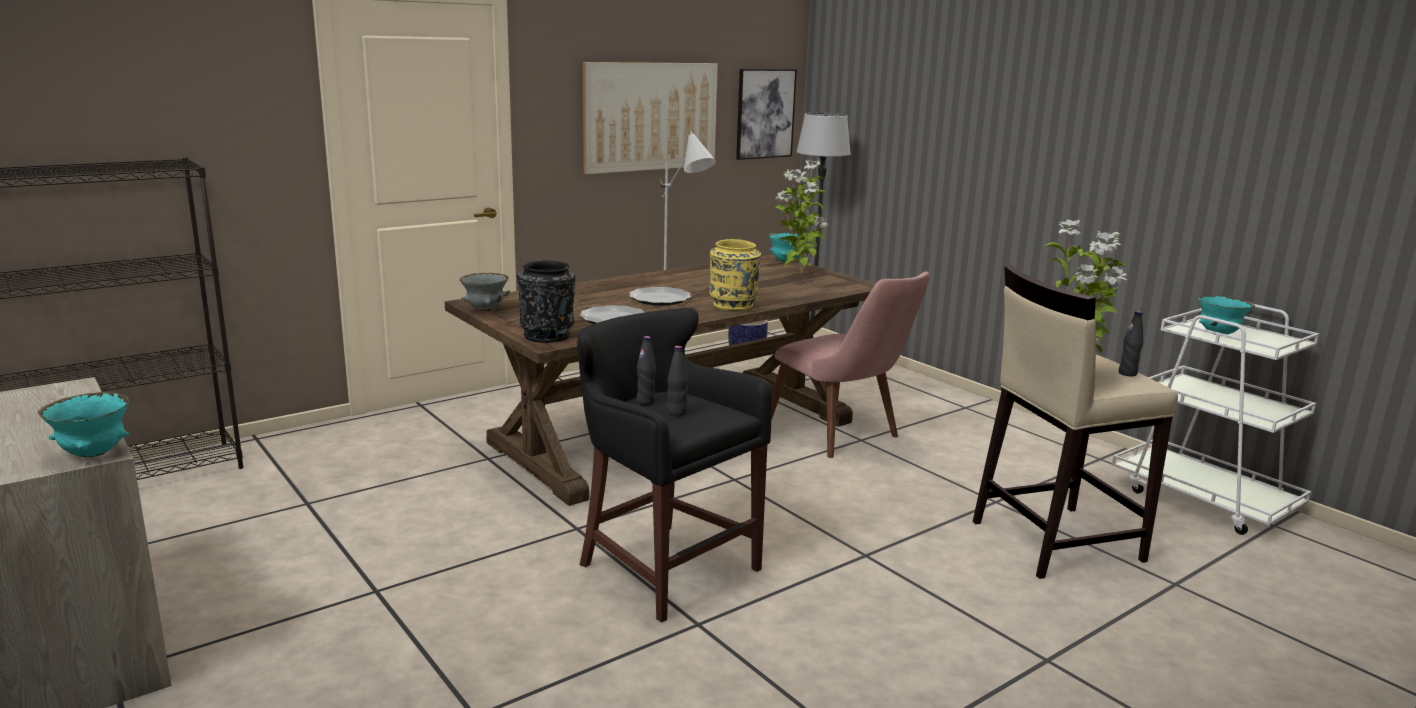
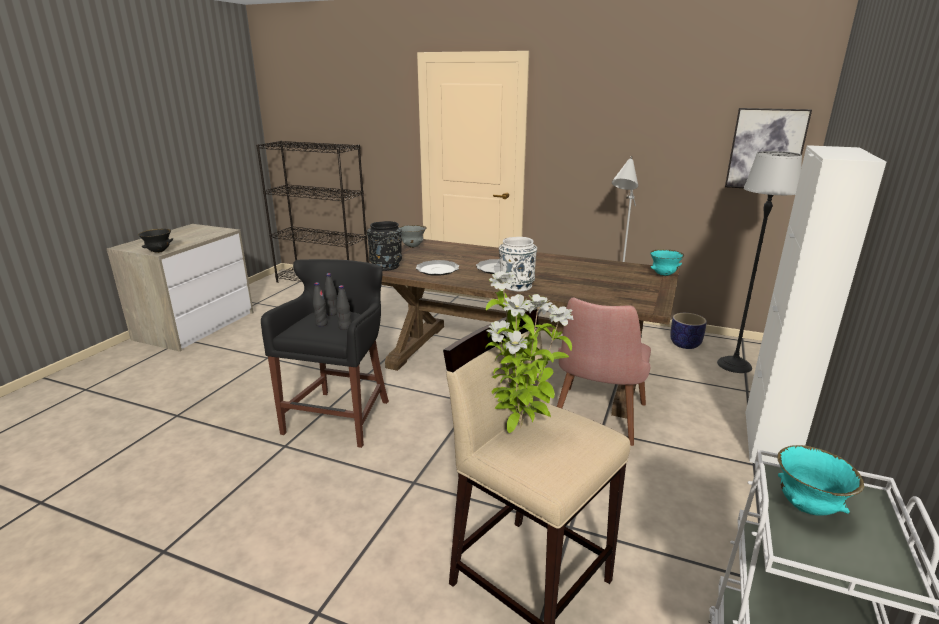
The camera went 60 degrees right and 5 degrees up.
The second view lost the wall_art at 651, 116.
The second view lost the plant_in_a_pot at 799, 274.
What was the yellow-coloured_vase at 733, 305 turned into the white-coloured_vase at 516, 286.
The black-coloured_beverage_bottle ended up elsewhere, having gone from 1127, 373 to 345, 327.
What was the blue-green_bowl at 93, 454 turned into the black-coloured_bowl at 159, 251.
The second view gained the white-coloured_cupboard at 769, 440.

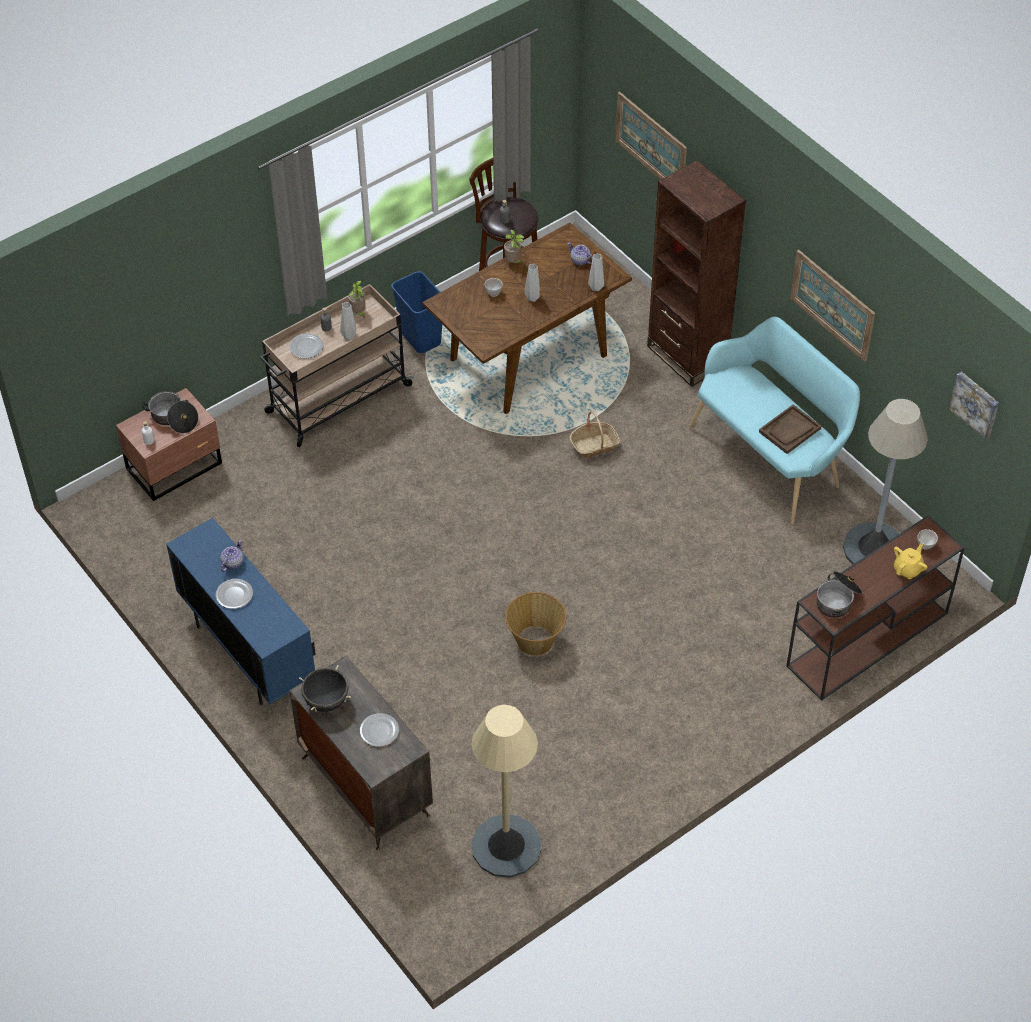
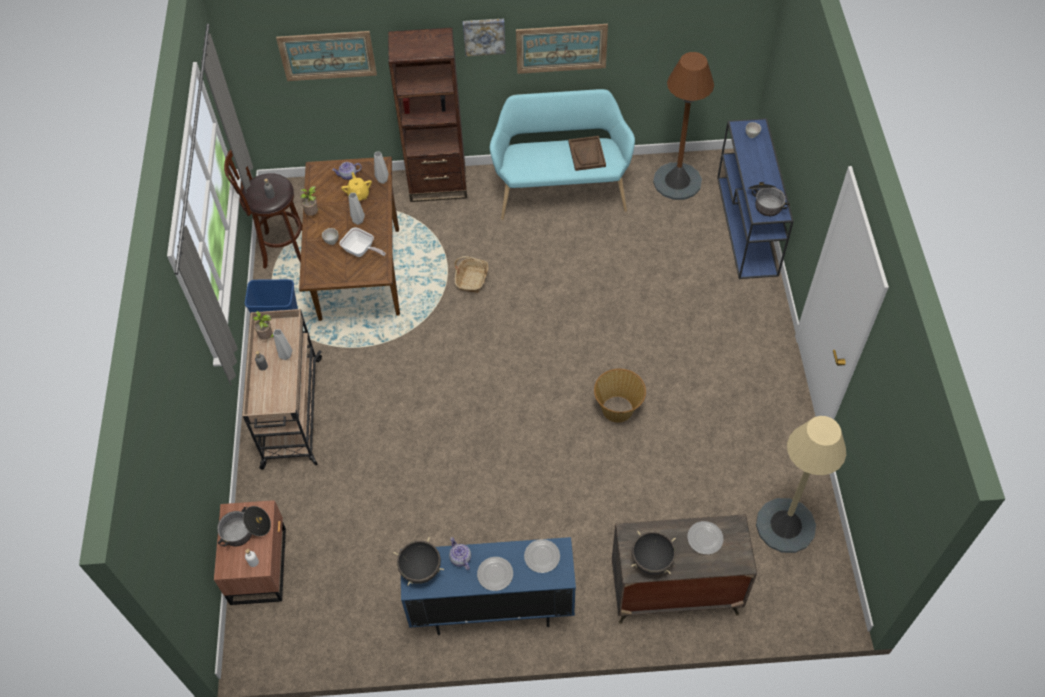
The camera went 55 degrees left and 5 degrees up.
The plate ended up elsewhere, having gone from 306, 347 to 542, 556.
The wall_art ended up elsewhere, having gone from 975, 404 to 484, 36.
What was the grey_standing_lamp at 874, 548 turned into the brown_standing_lamp at 677, 181.
What was the brown_hall_table at 866, 641 turned into the blue-coloured_hall_table at 747, 227.
The yellow-coloured_tea_pot ended up elsewhere, having gone from 908, 569 to 358, 195.
The second view gained the frying_pan at 361, 251.
The second view gained the black-coloured_stockpot at 420, 570.

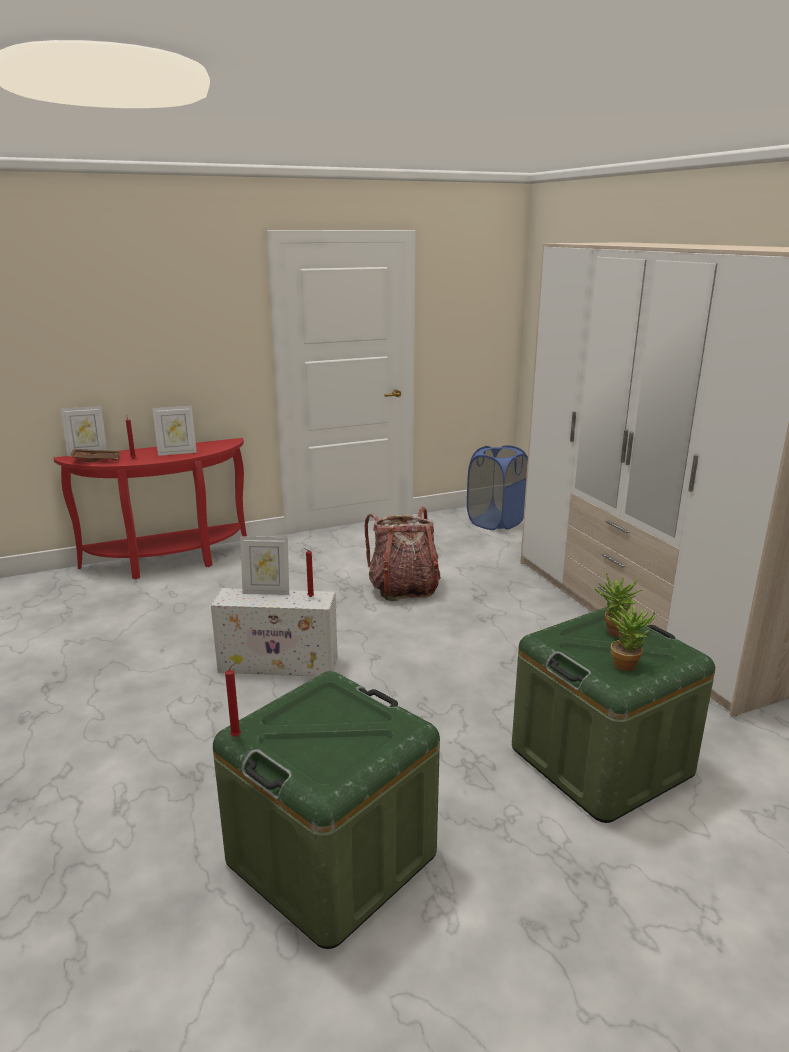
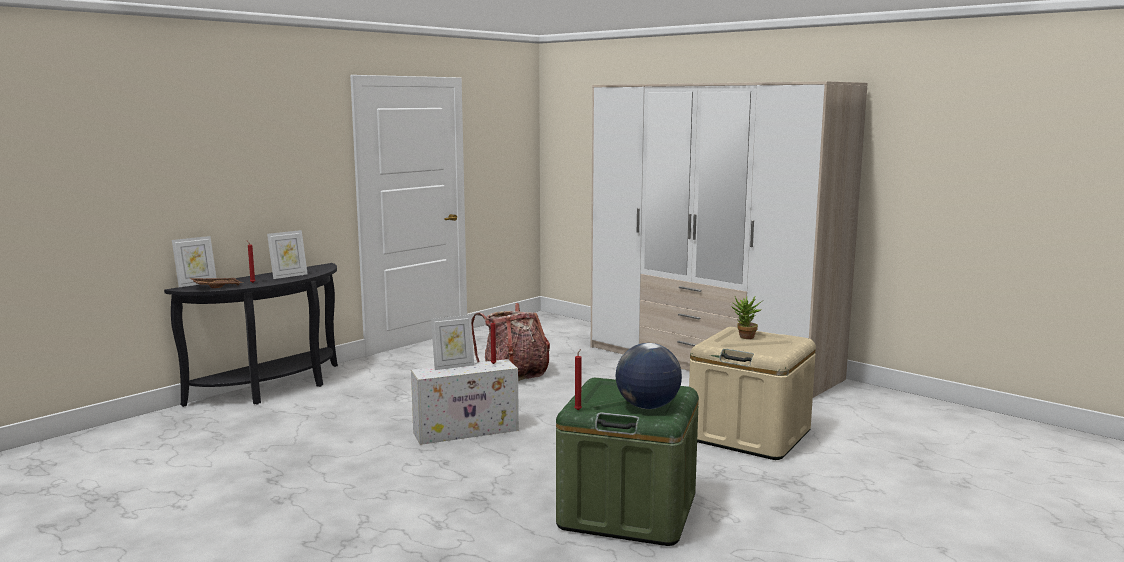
The camera went 25 degrees left and 10 degrees down.
What was the red-coloured_hall_table at 168, 562 turned into the black-coloured_hall_table at 274, 389.
The second view lost the blue-coloured_washing_basket at 496, 521.
The second view lost the plant_in_a_pot at 626, 663.
What was the greenish_storage_container at 600, 761 turned into the beige-coloured_storage_container at 749, 435.
The second view gained the desk_globe at 647, 406.

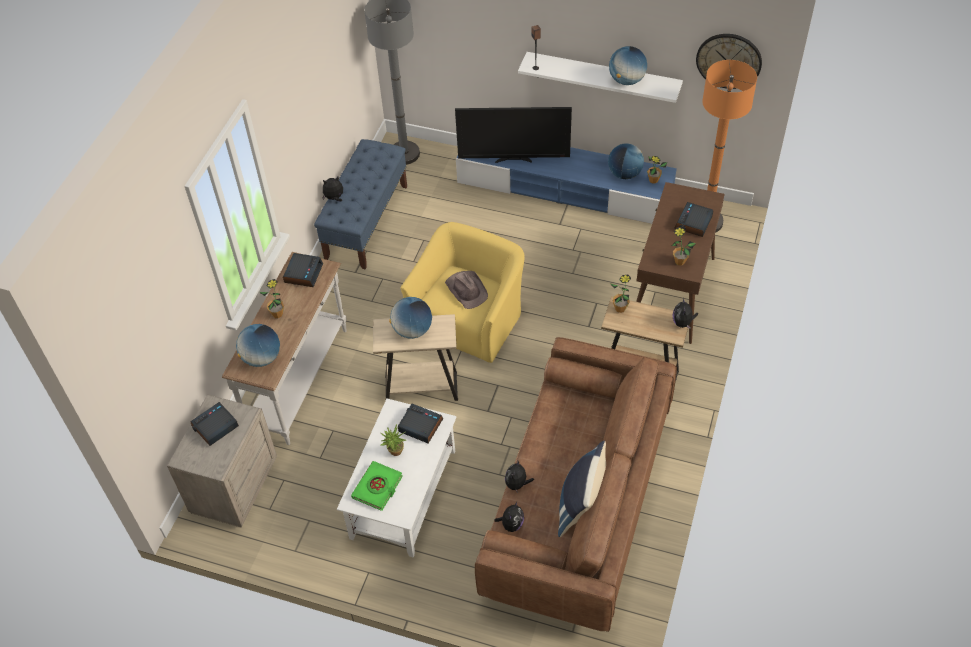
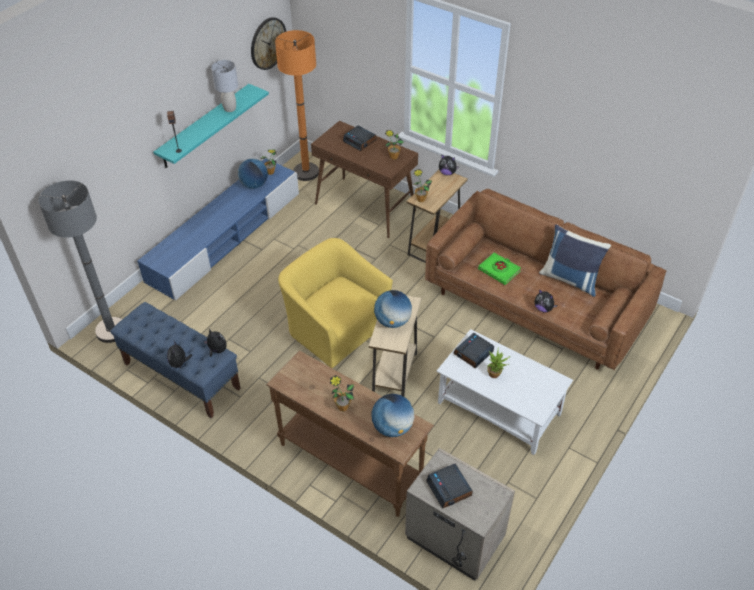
The camera went 75 degrees left and 5 degrees down.
Where the desk_globe stood at 626, 80, the grey_tabletop_lamp came to stand at 230, 108.
What was the white-coloured_bracket_shelf at 602, 77 turned into the blue-green_bracket_shelf at 205, 126.
The second view lost the television at 514, 159.
What was the white-coloured_hall_table at 300, 380 turned into the brown_hall_table at 351, 463.
The second view lost the alarm_clock at 303, 273.
The second view lost the brown_hat at 467, 290.
The greenish_book ended up elsewhere, having gone from 378, 487 to 499, 270.
The cuddly_toy ended up elsewhere, having gone from 511, 524 to 217, 350.

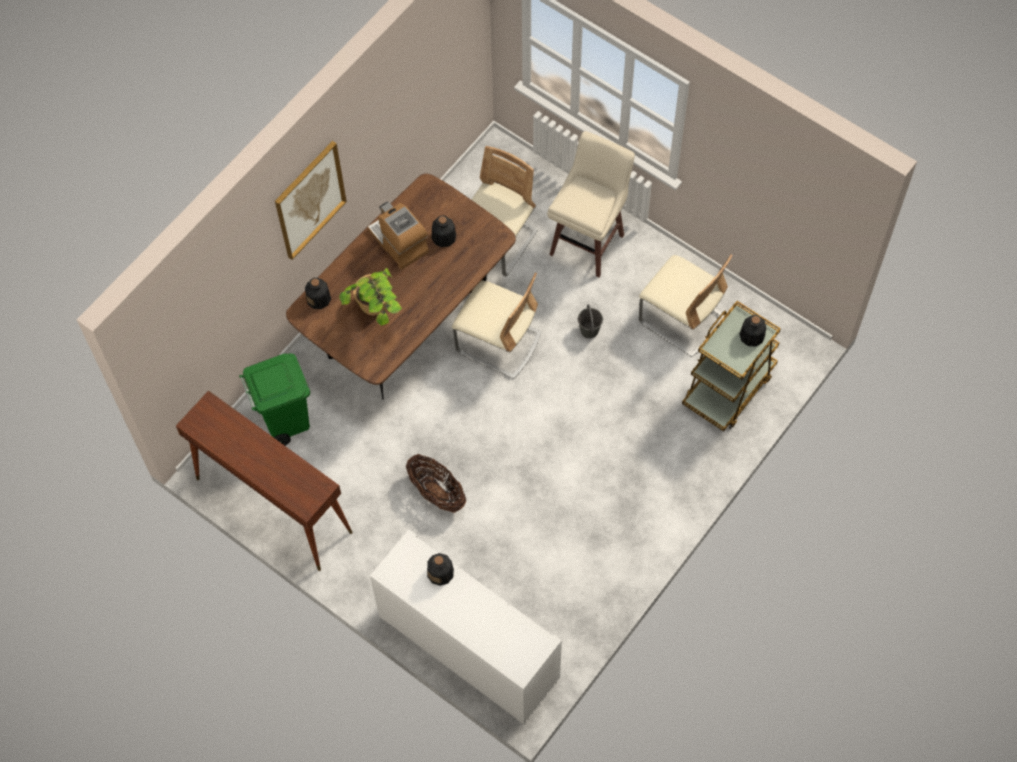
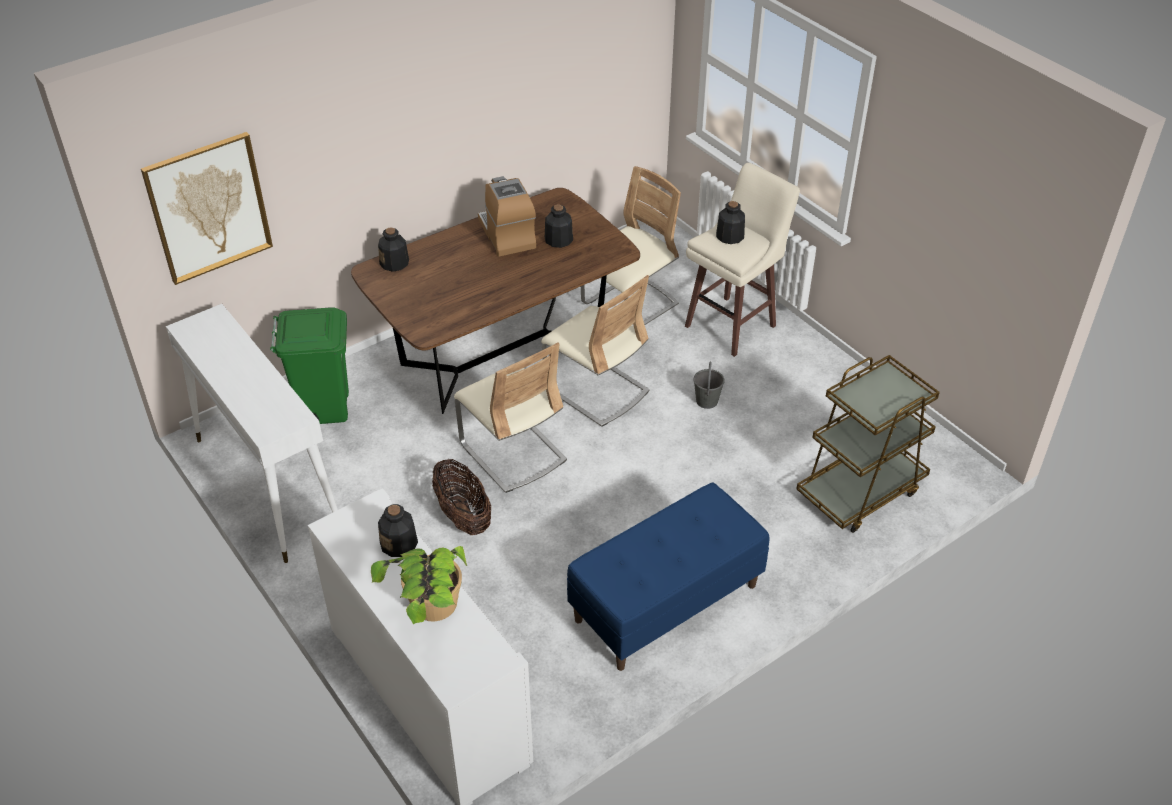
The camera went 15 degrees right and 20 degrees down.
The wall_art ended up elsewhere, having gone from 309, 200 to 208, 208.
The beige-coloured_upright_chair ended up elsewhere, having gone from 681, 319 to 512, 452.
The plant_in_a_pot ended up elsewhere, having gone from 377, 316 to 431, 623.
The beverage_bottle ended up elsewhere, having gone from 751, 336 to 729, 236.
What was the brown_hall_table at 273, 505 turned into the white-coloured_hall_table at 267, 484.
The second view gained the blue-coloured_indoor_bench at 666, 603.

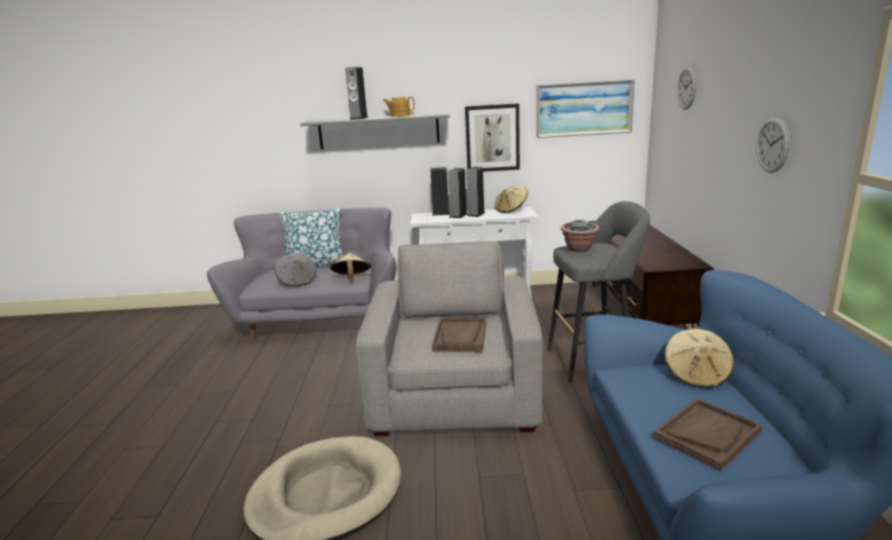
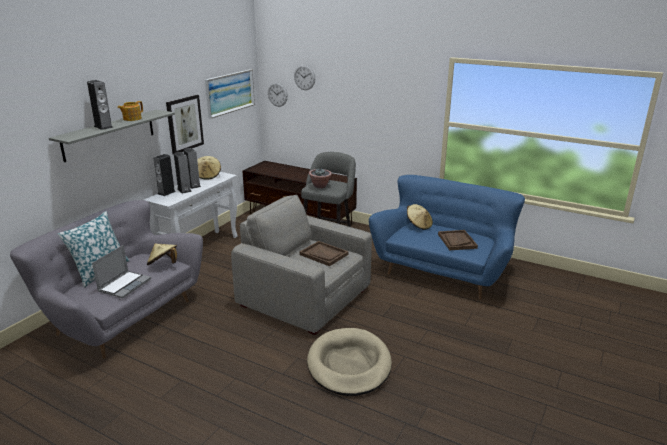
The camera went 60 degrees left and 5 degrees up.
The wall_clock ended up elsewhere, having gone from 772, 145 to 277, 94.
Where the grey_hat stood at 297, 281, the laptop came to stand at 124, 285.

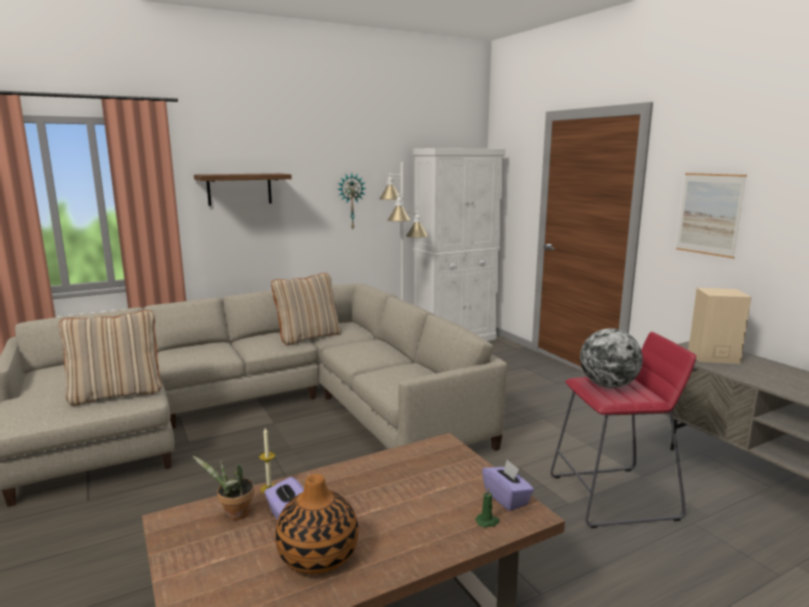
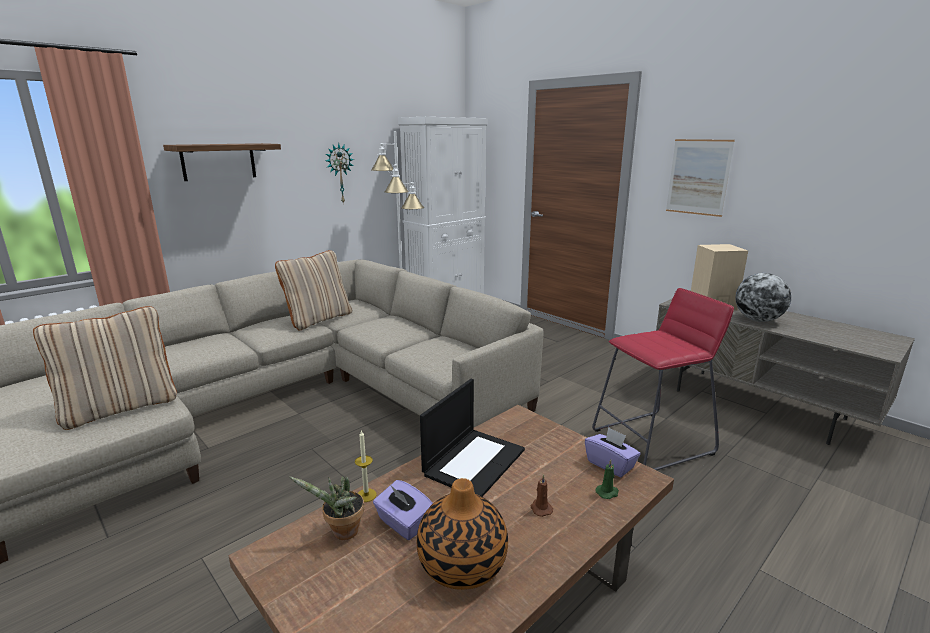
The camera went 15 degrees left and 5 degrees up.
The desk_globe ended up elsewhere, having gone from 608, 385 to 758, 320.
The second view gained the laptop at 474, 461.
The second view gained the brown_candle at 540, 508.

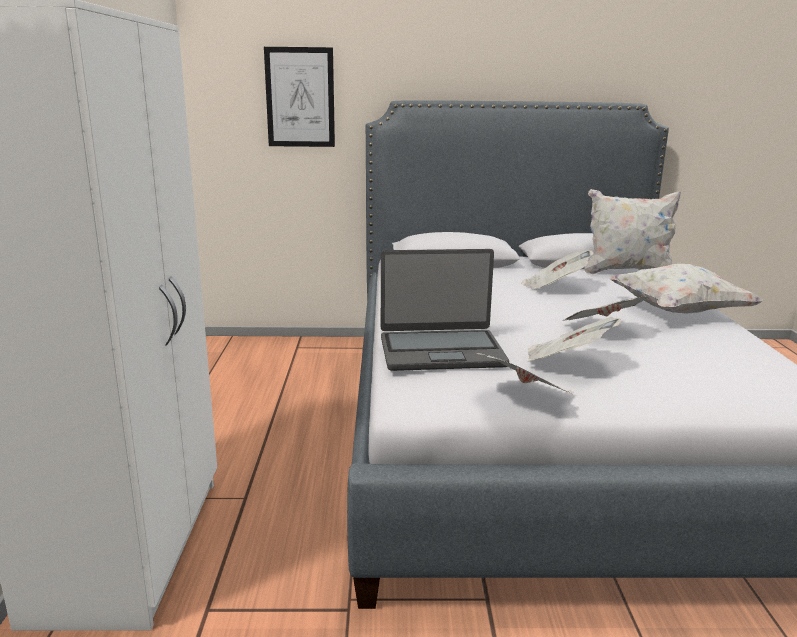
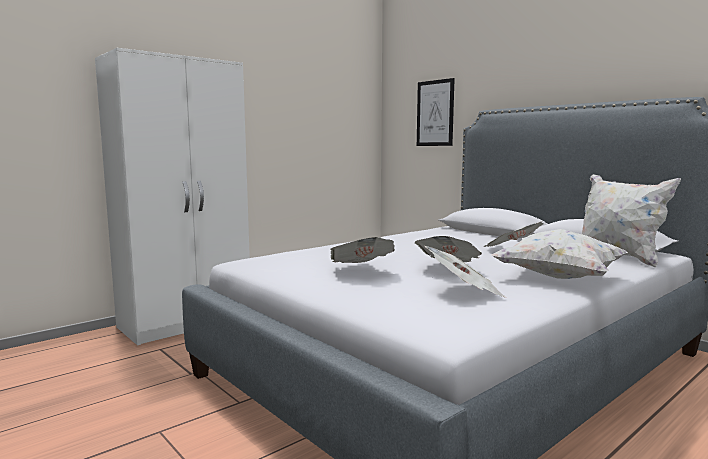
The camera went 50 degrees right and 10 degrees down.
The second view lost the laptop at 441, 351.
The printed_paper ended up elsewhere, having gone from 527, 399 to 465, 292.

